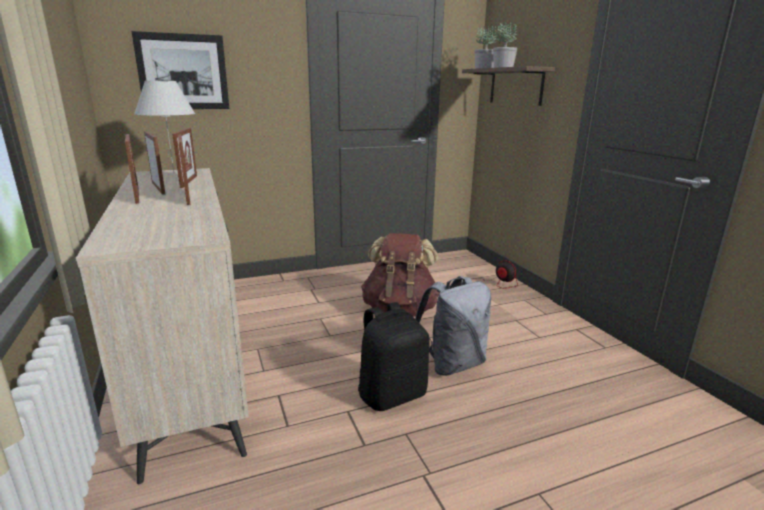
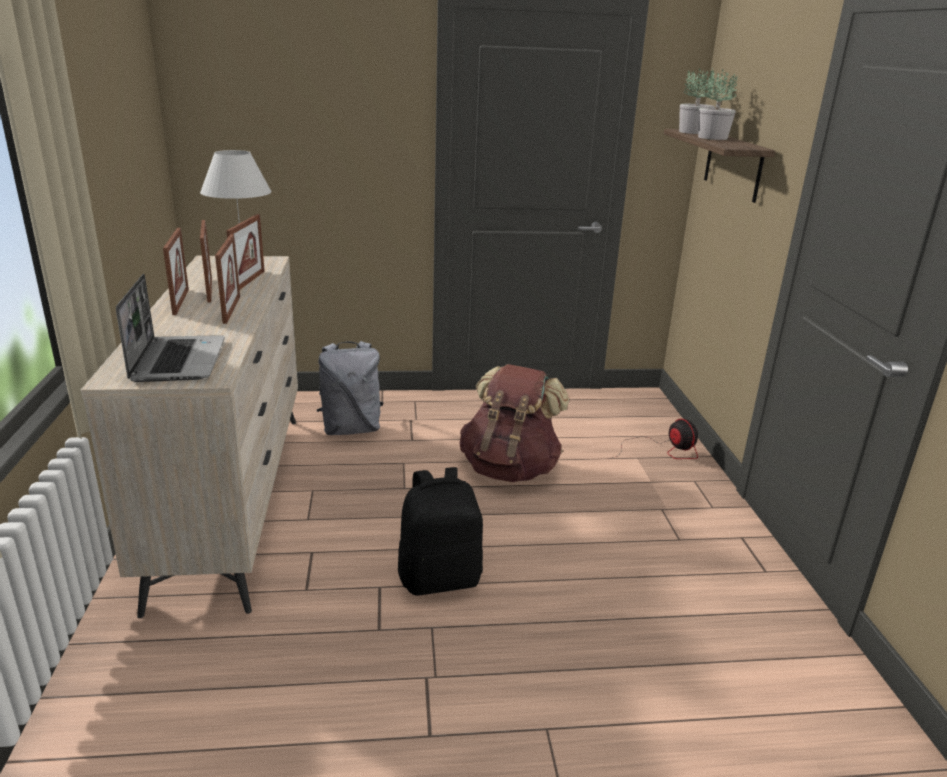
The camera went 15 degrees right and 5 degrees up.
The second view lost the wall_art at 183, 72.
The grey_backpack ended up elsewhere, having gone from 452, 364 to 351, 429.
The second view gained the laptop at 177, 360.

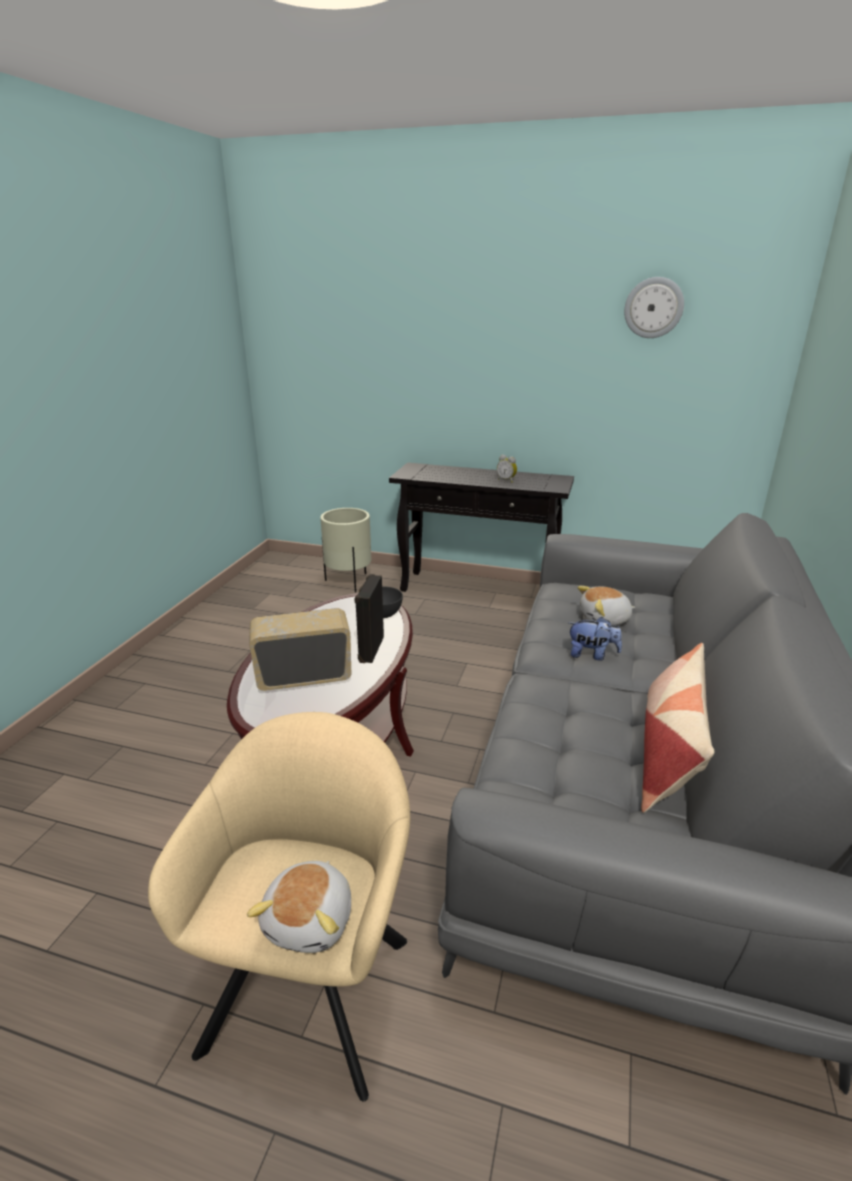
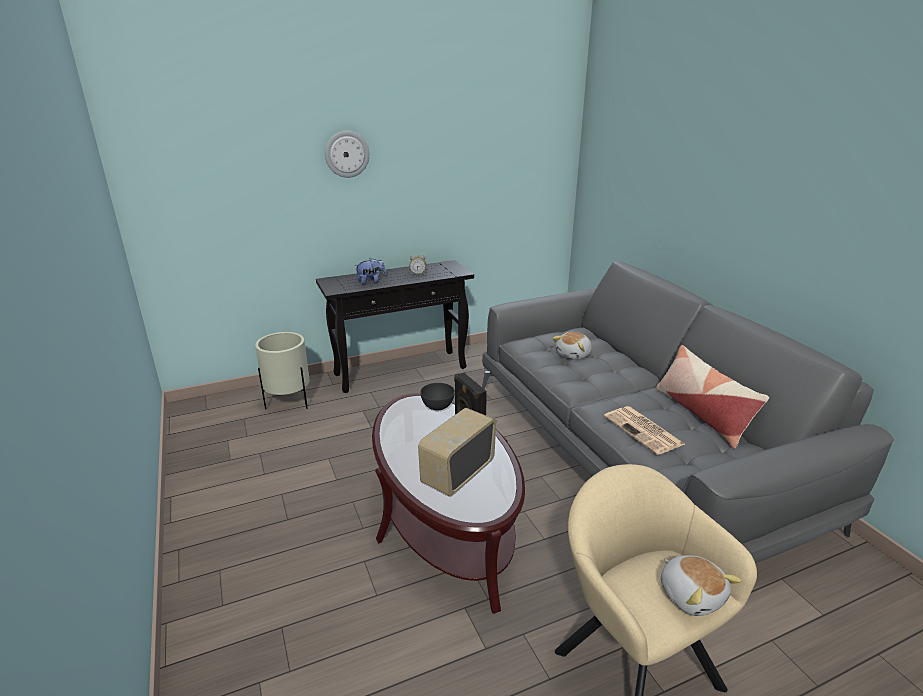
The camera went 40 degrees left and 0 degrees up.
The wall_clock ended up elsewhere, having gone from 653, 308 to 347, 154.
The cuddly_toy ended up elsewhere, having gone from 592, 655 to 371, 281.
The second view gained the printed_paper at 644, 431.

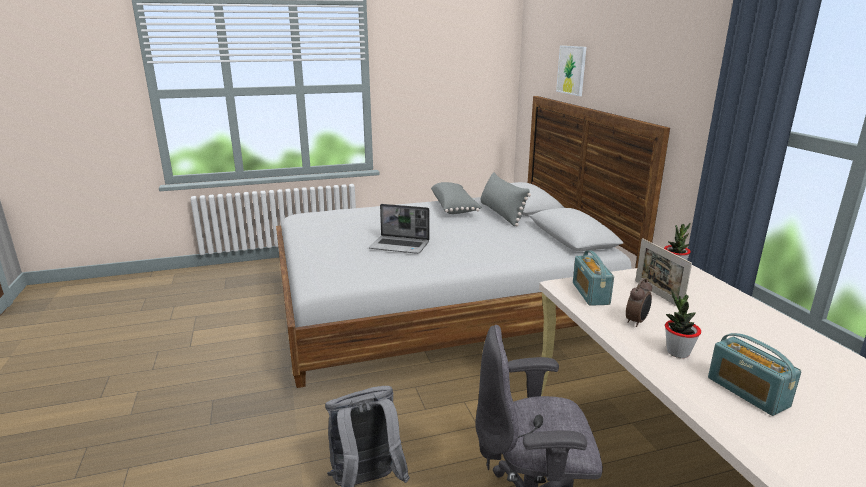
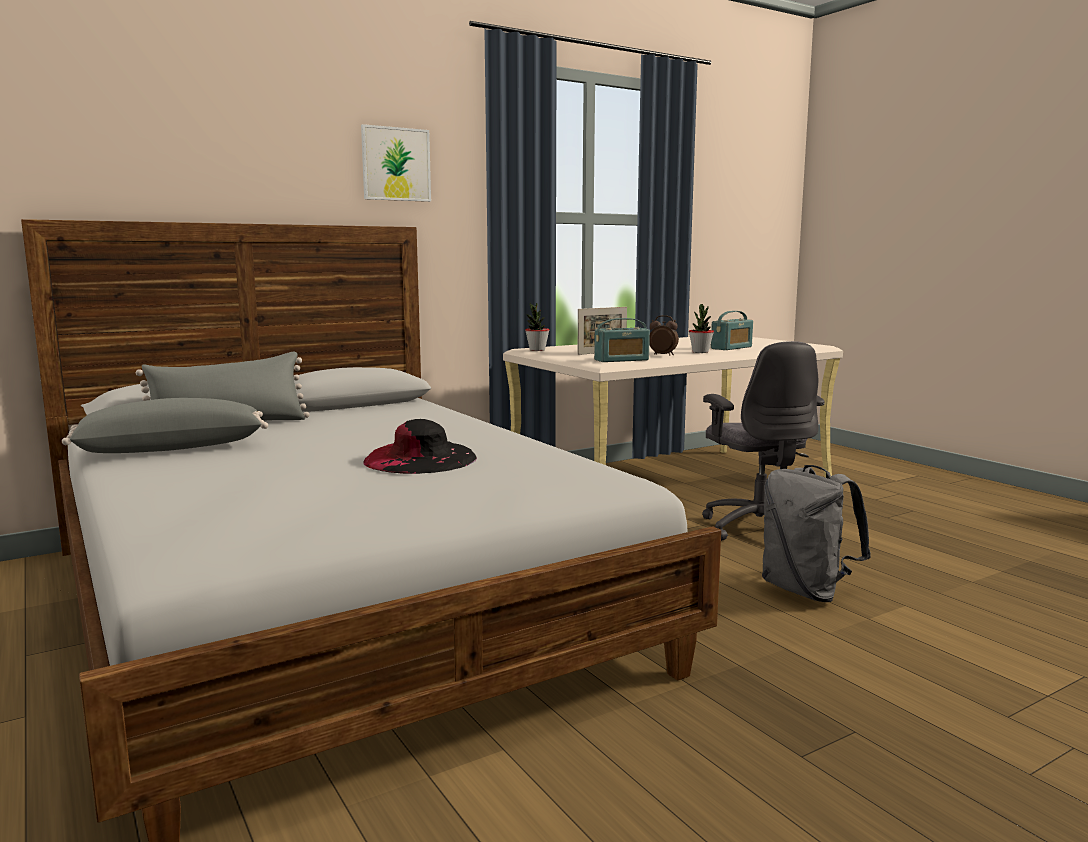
The camera went 105 degrees left and 10 degrees down.
The wall_art ended up elsewhere, having gone from 571, 70 to 396, 164.
Where the laptop stood at 400, 246, the black-coloured_hat came to stand at 420, 459.

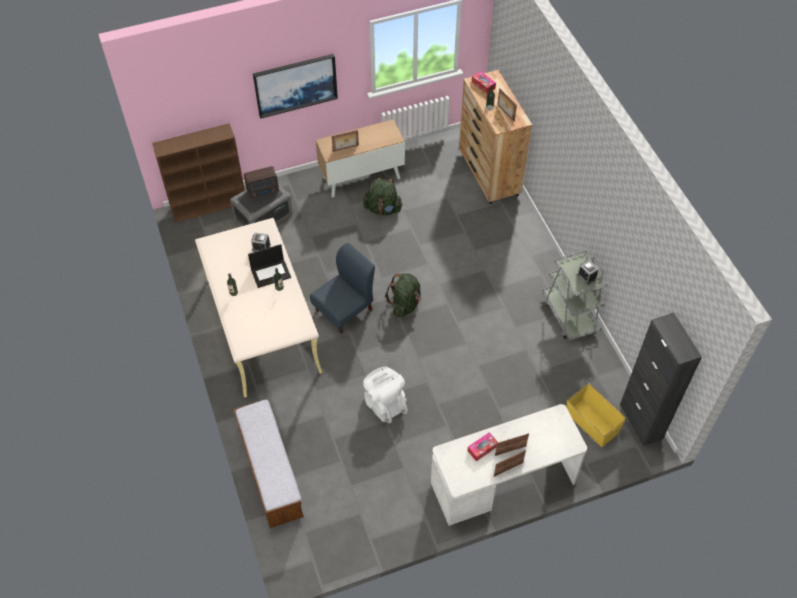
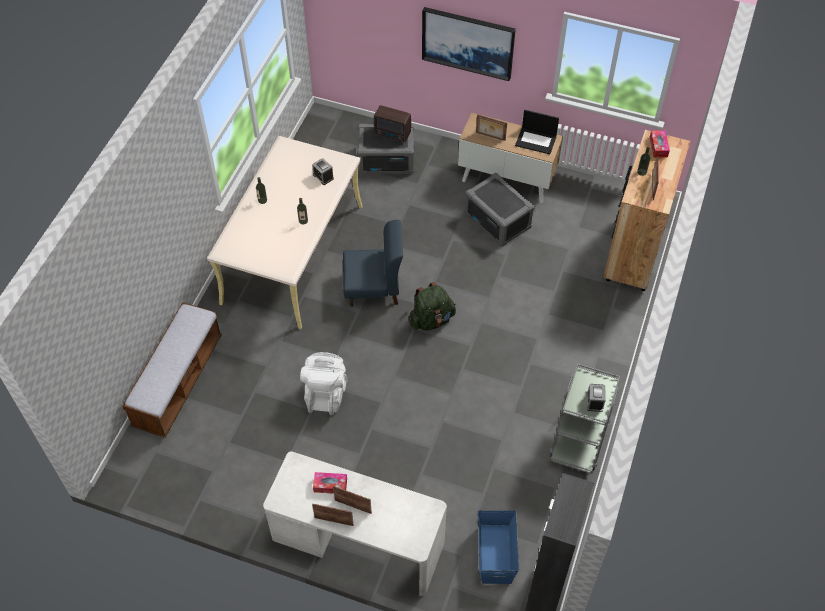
The camera went 40 degrees right and 0 degrees up.
The second view lost the brown_shelving_unit at 209, 205.
Where the greenish_backpack stood at 383, 208, the grey_storage_container came to stand at 498, 220.
The laptop ended up elsewhere, having gone from 271, 273 to 536, 140.
What was the yellow-coloured_storage_container at 591, 423 turned into the blue-coloured_storage_container at 495, 554.

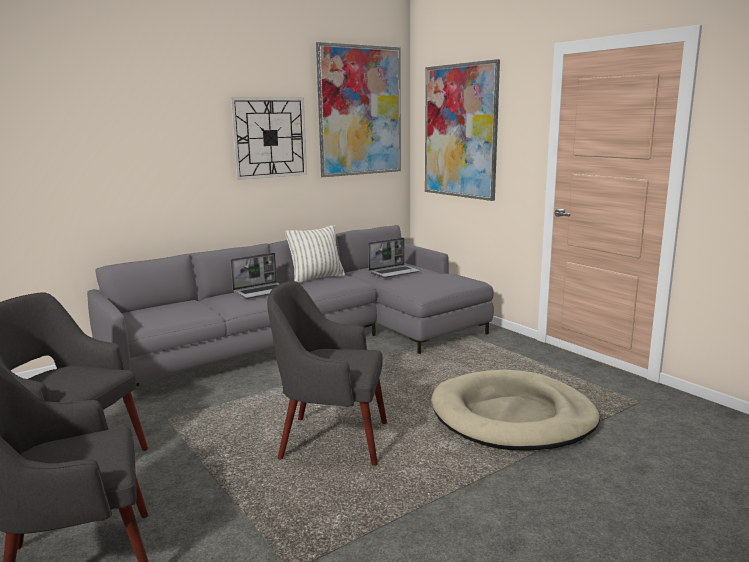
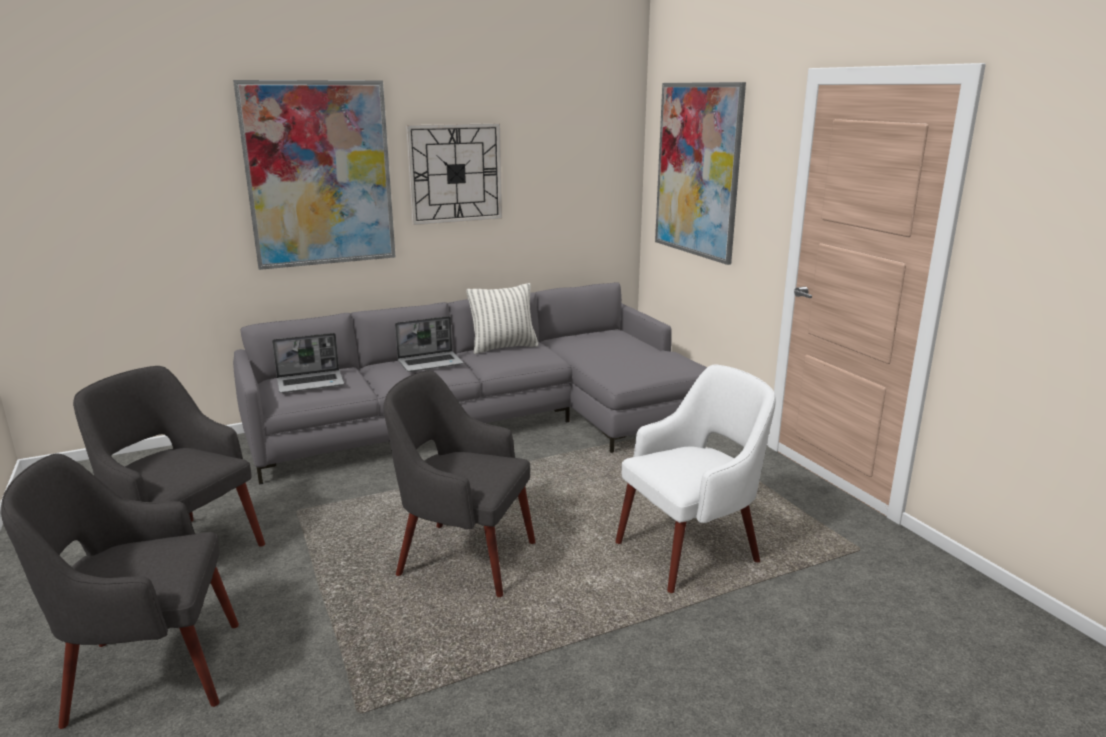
The camera went 10 degrees right and 5 degrees up.
The wall_art ended up elsewhere, having gone from 360, 111 to 319, 174.
The laptop ended up elsewhere, having gone from 394, 272 to 311, 383.
Where the beige-coloured_pet_bed stood at 513, 416, the white-coloured_armchair came to stand at 689, 551.

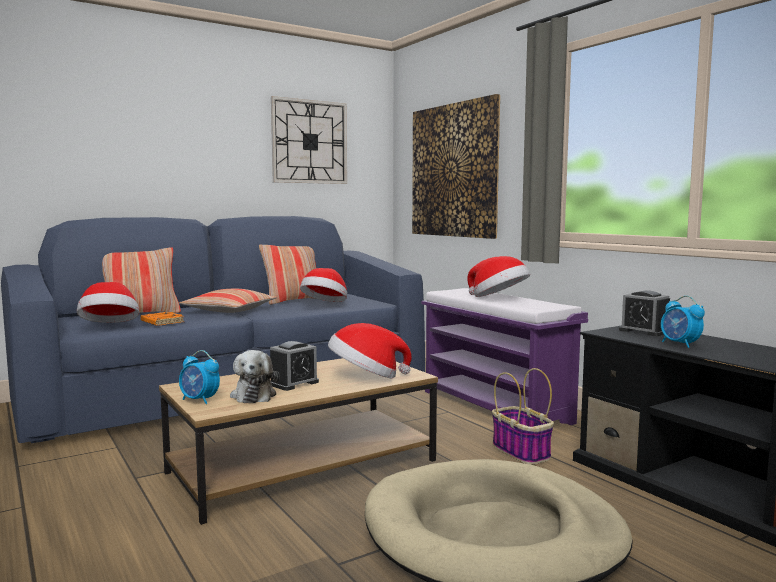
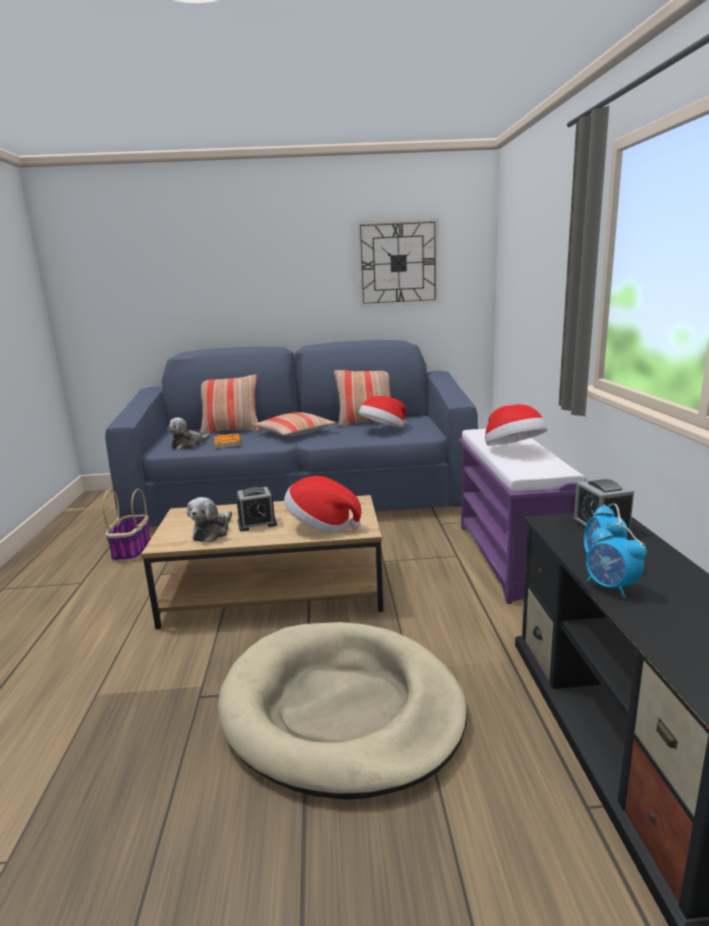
The camera went 30 degrees right and 10 degrees up.
The second view lost the wall_art at 454, 170.
Where the hat stood at 110, 326, the cuddly_toy came to stand at 188, 445.
The alarm_clock ended up elsewhere, having gone from 199, 400 to 611, 587.
The household_basket ended up elsewhere, having gone from 522, 452 to 132, 550.

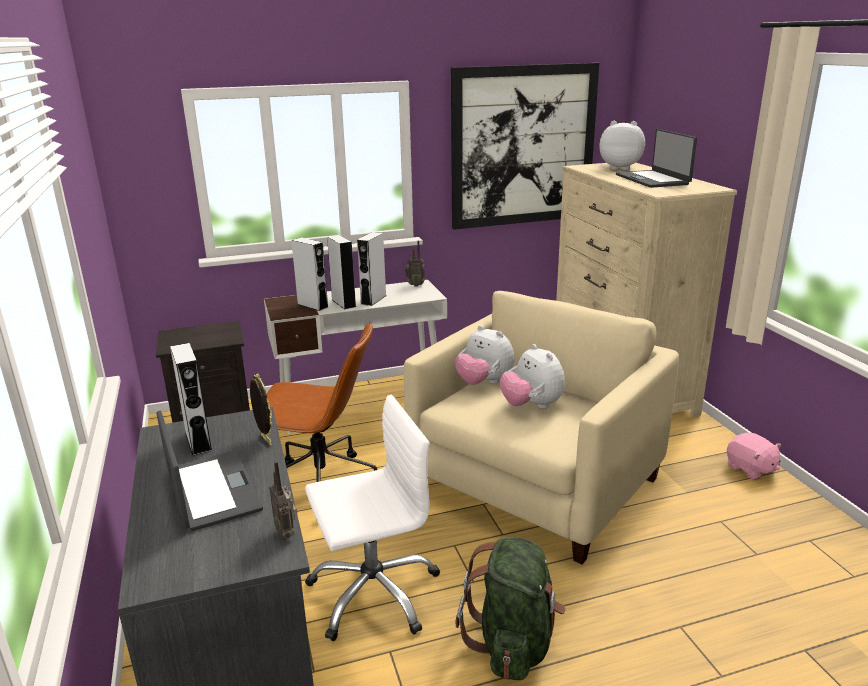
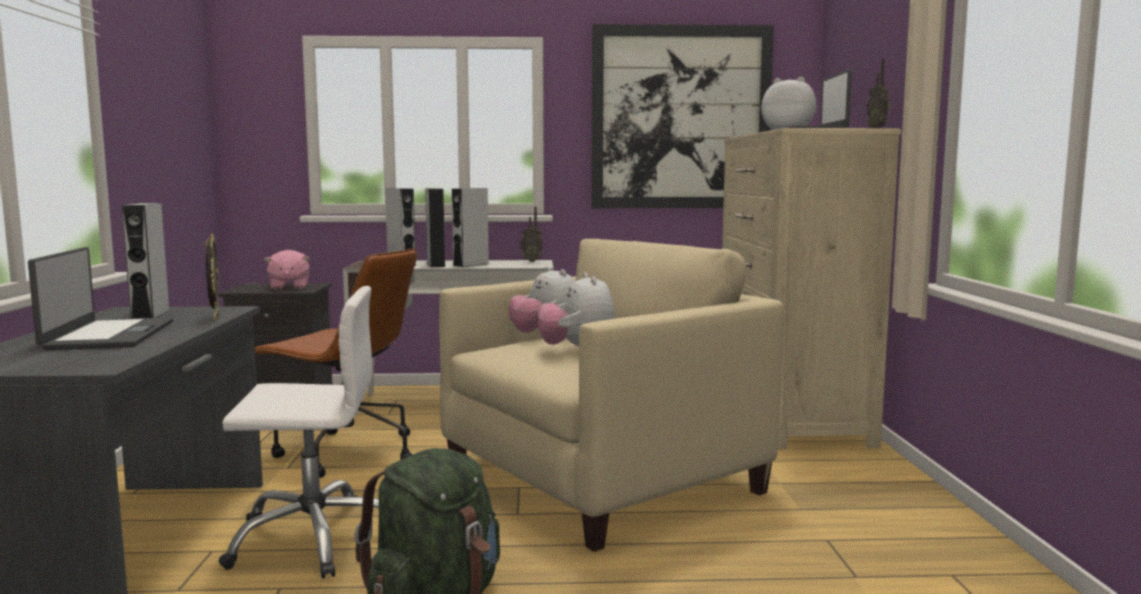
The camera went 15 degrees right and 15 degrees down.
The pink_cuddly_toy ended up elsewhere, having gone from 750, 469 to 288, 287.
The radio_receiver ended up elsewhere, having gone from 286, 533 to 878, 129.

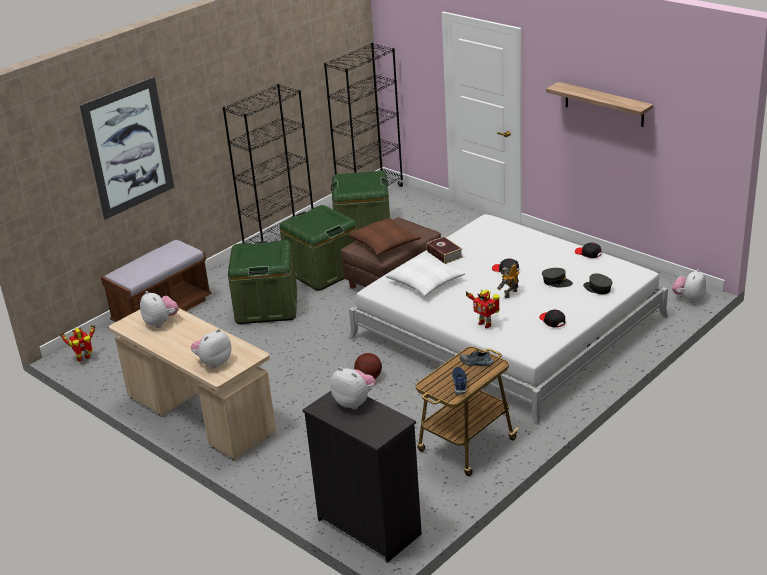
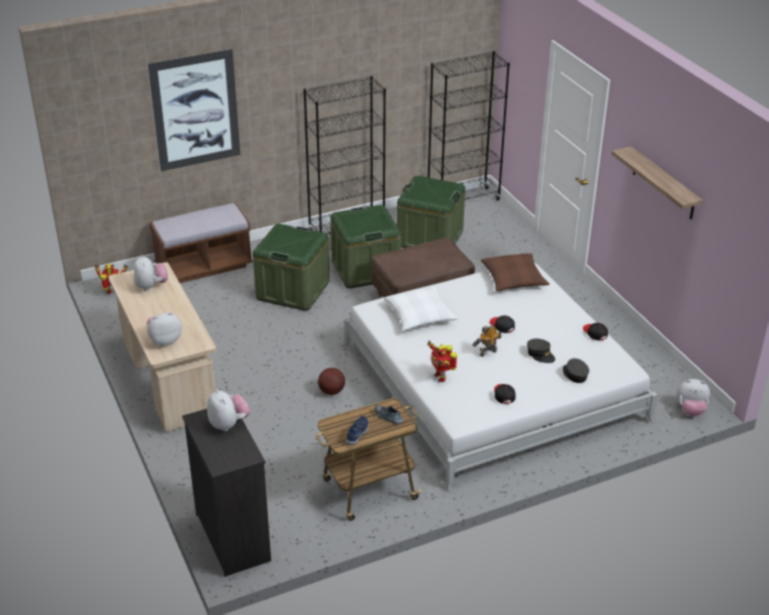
The camera went 20 degrees right and 5 degrees up.
The brown_throw_pillow ended up elsewhere, having gone from 384, 243 to 514, 279.
The second view lost the book at 444, 254.
The cuddly_toy at 689, 299 ended up facing another way, 135 degrees counterclockwise from before.

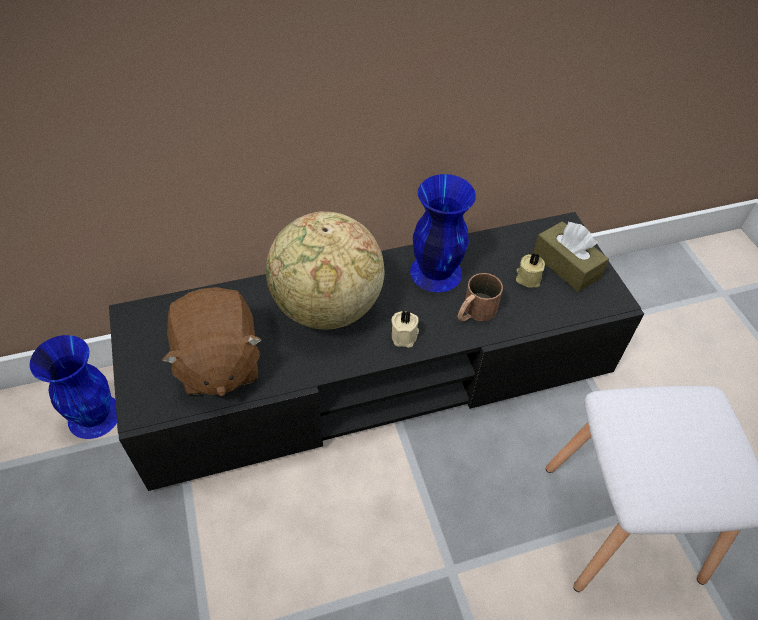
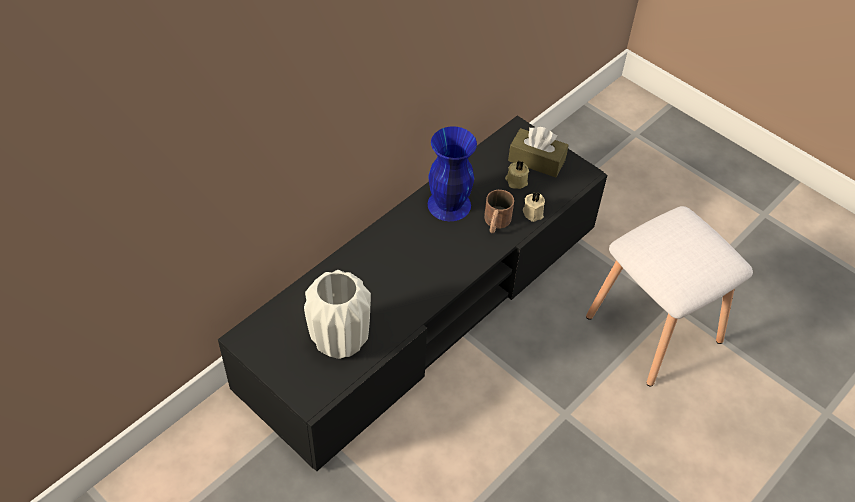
The camera went 30 degrees left and 0 degrees up.
The second view lost the desk_globe at 327, 308.
Where the brown_cuddly_toy stood at 218, 363, the white-coloured_vase came to stand at 340, 341.
The beige-coloured_candle ended up elsewhere, having gone from 405, 336 to 533, 212.
The second view lost the blue-coloured_vase at 94, 415.

